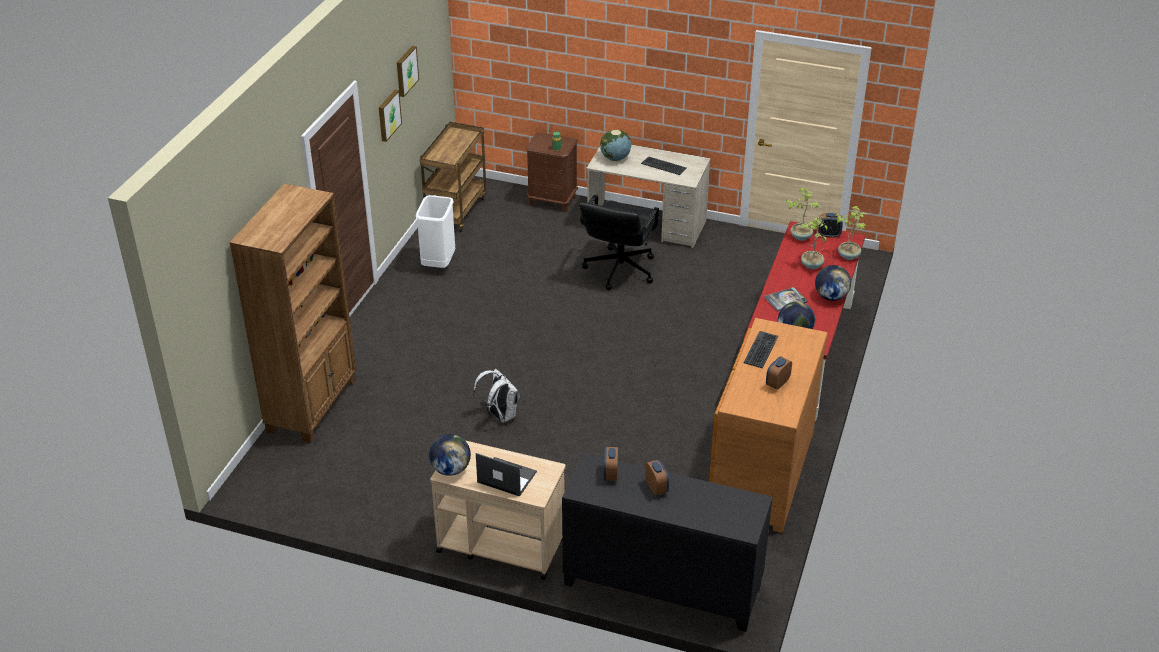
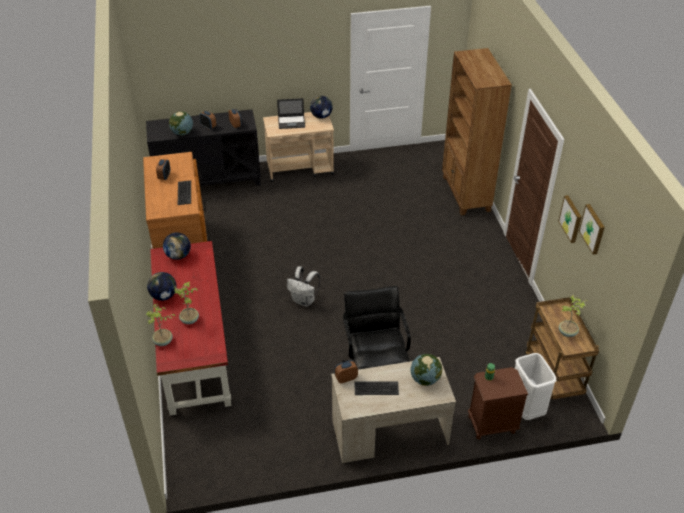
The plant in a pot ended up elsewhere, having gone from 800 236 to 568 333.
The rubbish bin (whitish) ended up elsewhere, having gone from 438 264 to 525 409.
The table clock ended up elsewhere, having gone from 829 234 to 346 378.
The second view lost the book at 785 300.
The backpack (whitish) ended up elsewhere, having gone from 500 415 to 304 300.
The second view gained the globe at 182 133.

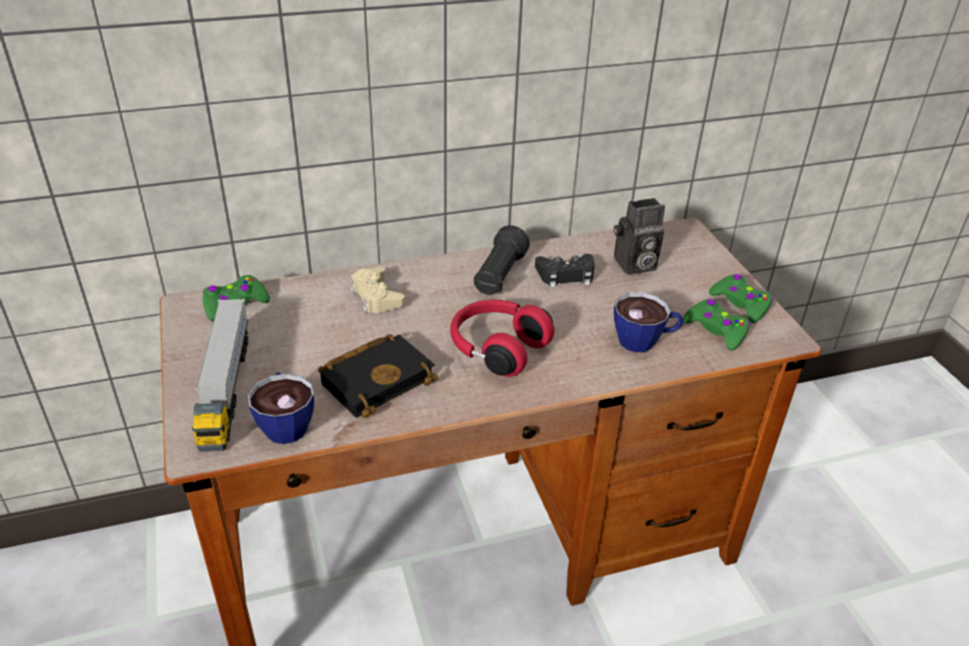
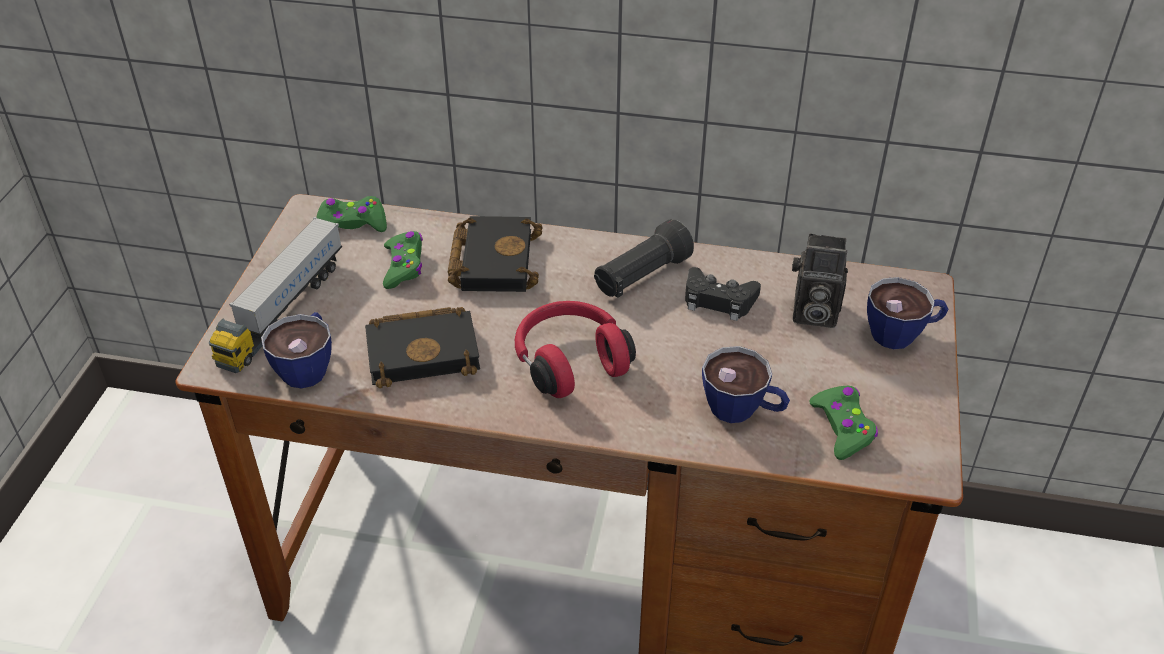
Where the joypad (beige-coloured) stood at 376 296, the book (black) came to stand at 492 259.
The joypad (green-coloured) ended up elsewhere, having gone from 740 304 to 404 266.
The second view gained the drinking cup at 902 334.

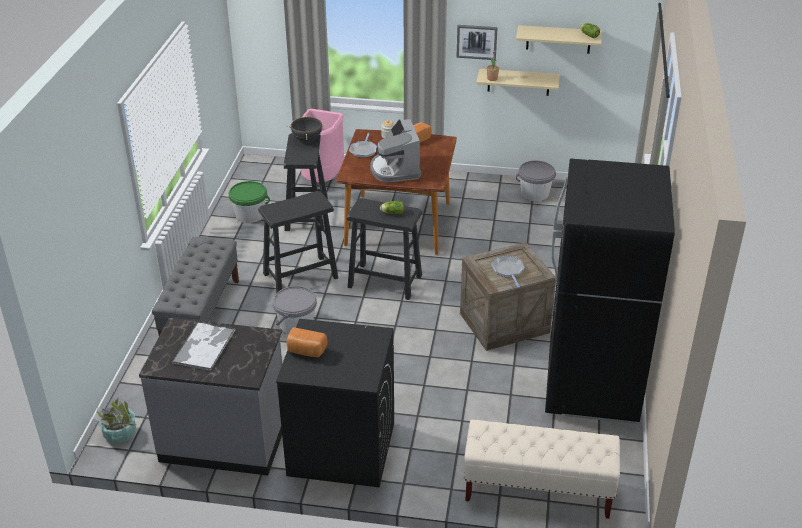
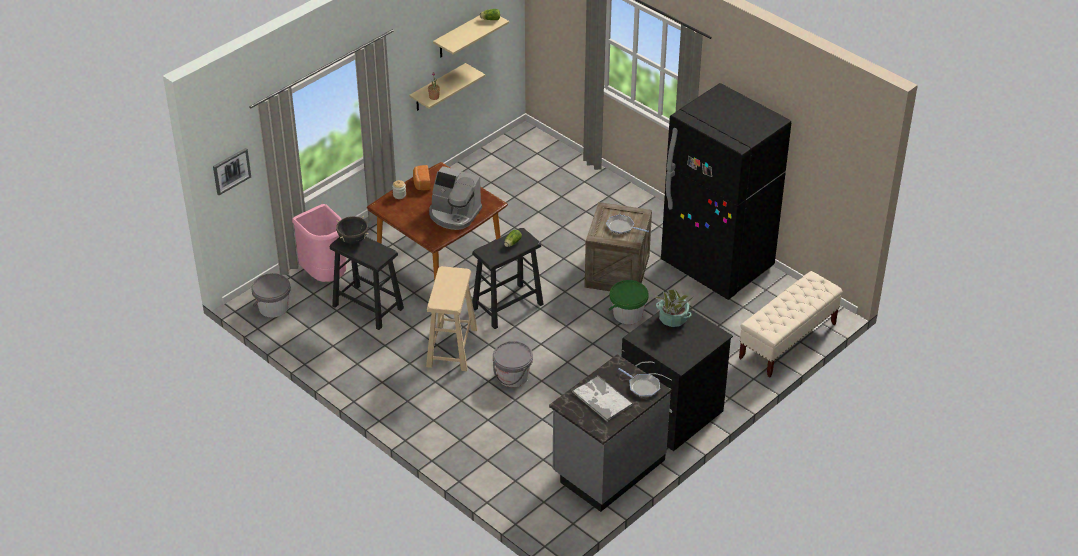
The wall art ended up elsewhere, having gone from 476 41 to 231 171.
The skillet ended up elsewhere, having gone from 363 150 to 642 386.
The pail (grey) ended up elsewhere, having gone from 535 194 to 273 307.
The pail (green-coloured) ended up elsewhere, having gone from 250 215 to 628 314.
What was the sitting stool (black) at 300 276 turned into the sitting stool (beige-coloured) at 451 348.
The second view lost the indoor bench (grey) at 201 314.
The second view lost the bakery bread at 306 351.
The plant in a pot ended up elsewhere, having gone from 120 433 to 672 319.

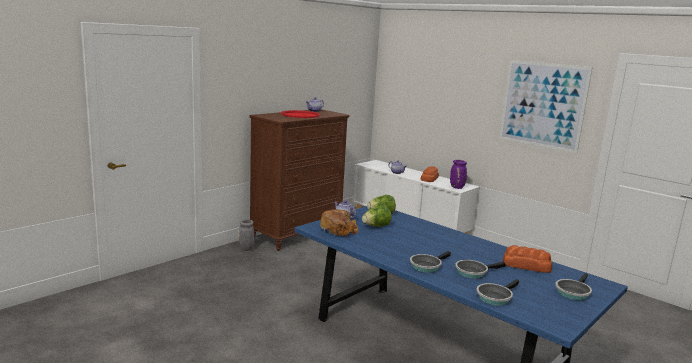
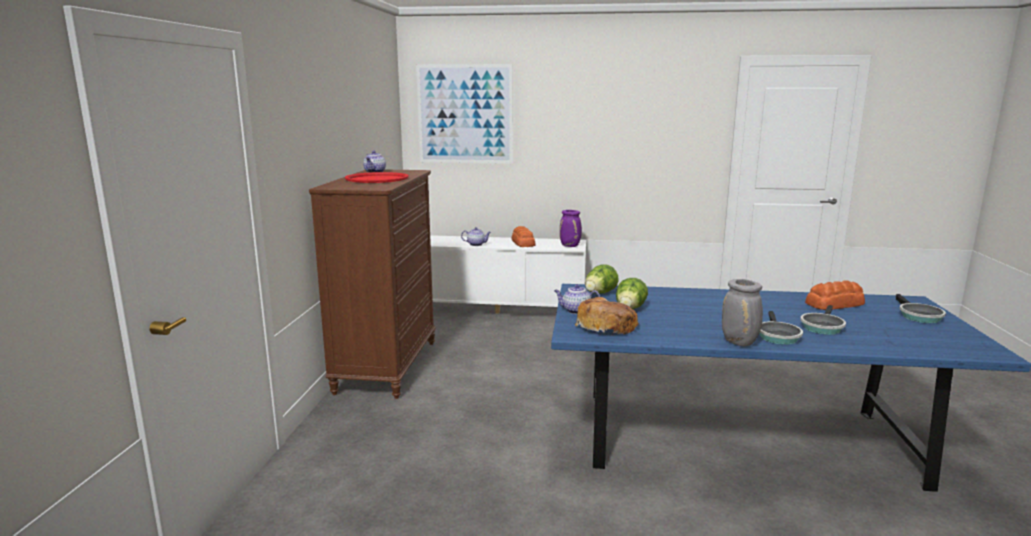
The wall art ended up elsewhere, having gone from 543 105 to 465 114.
The vase (grey) ended up elsewhere, having gone from 246 249 to 740 343.
The second view lost the skillet at 495 297.

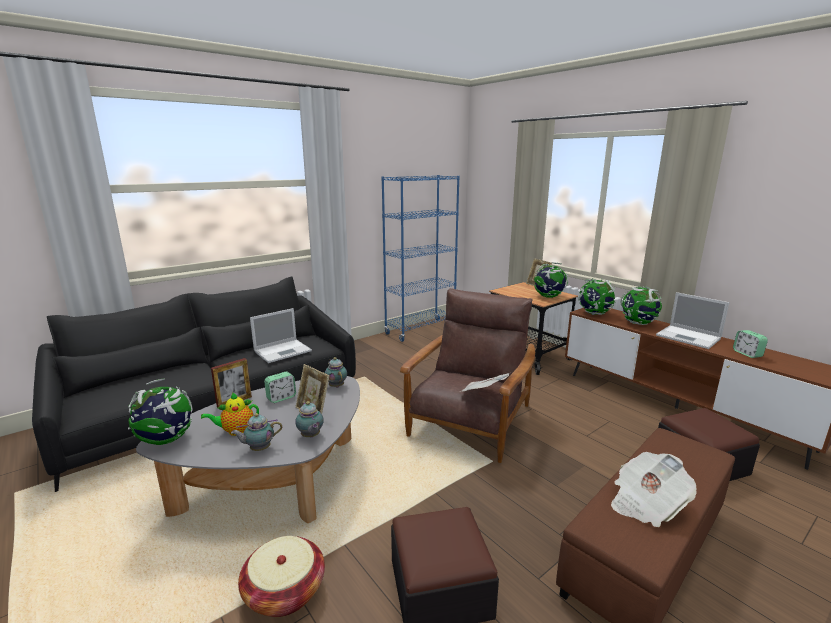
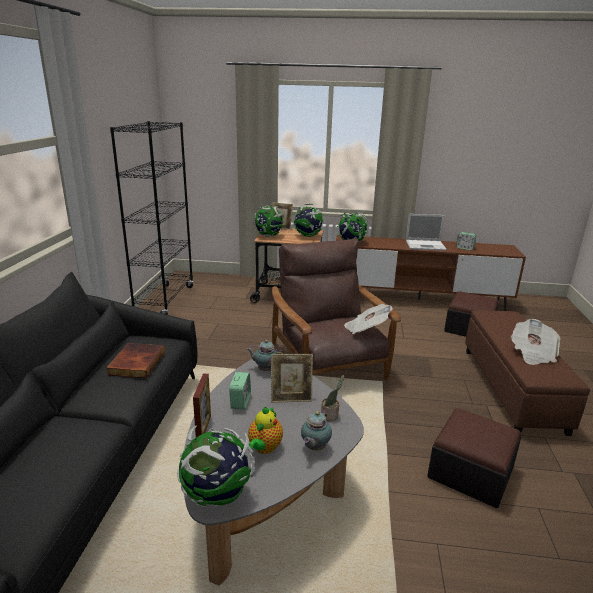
What was the bookshelf (blue) at 420 330 turned into the bookshelf (black) at 165 300.
The globe ended up elsewhere, having gone from 638 323 to 268 236.
Where the notebook computer stood at 283 351, the book came to stand at 136 363.
Where the tea pot stood at 310 436, the plant in a pot came to stand at 331 416.
The second view lost the basket at 284 591.

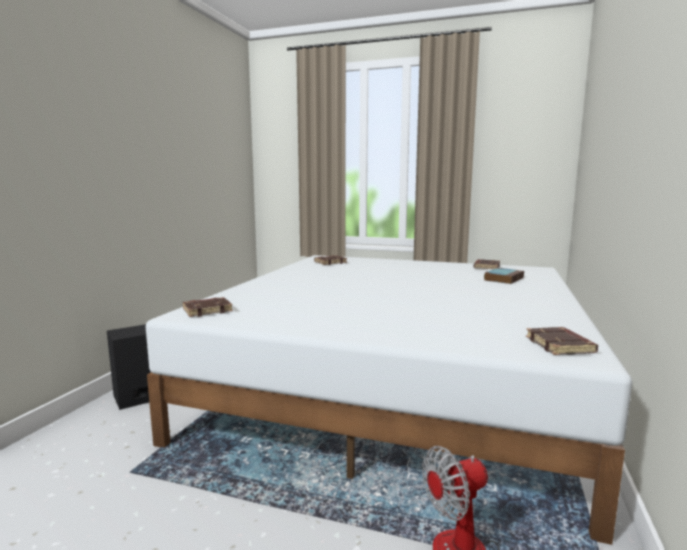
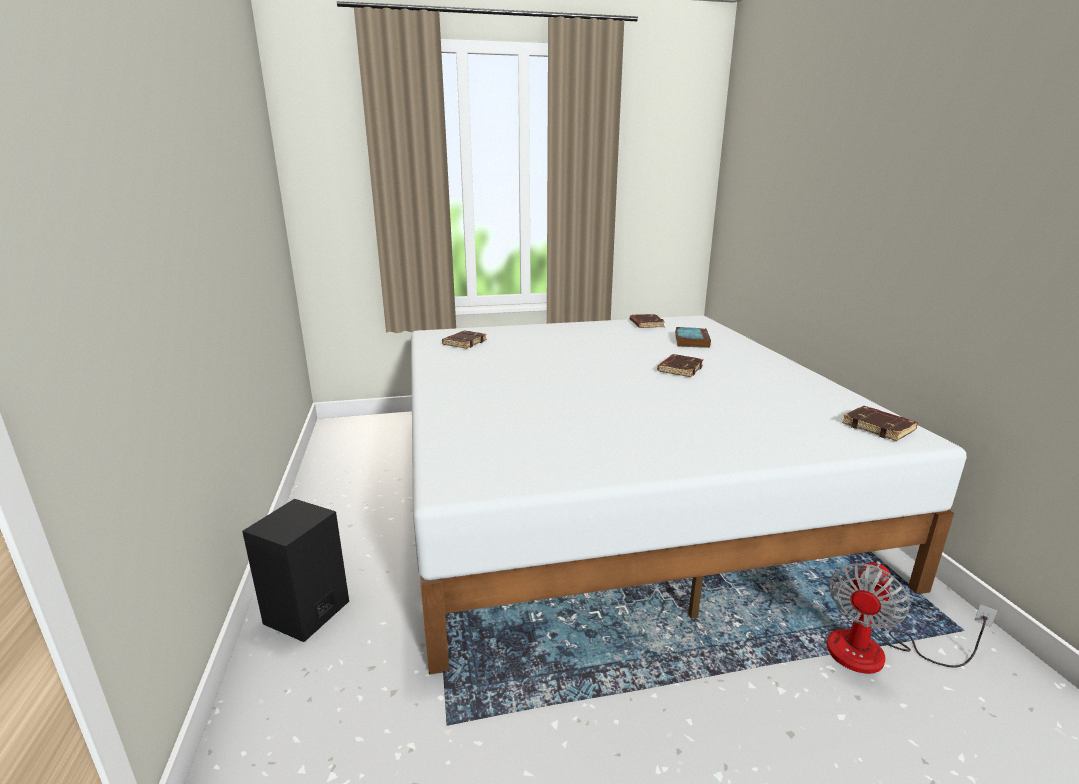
The book (brown) ended up elsewhere, having gone from 208 310 to 679 369.

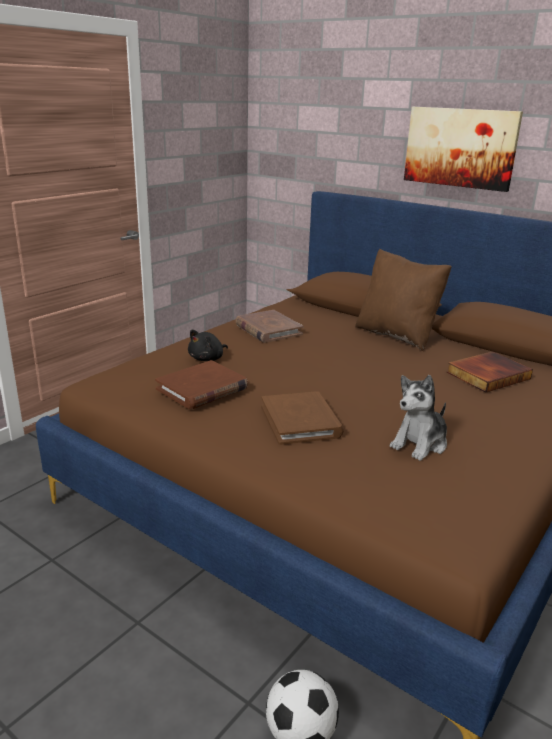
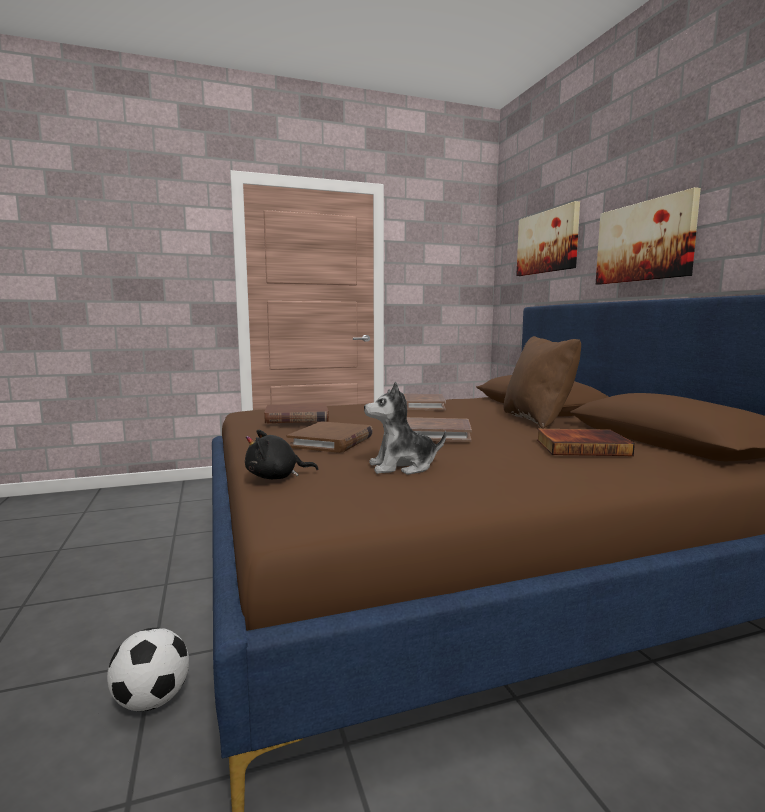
The plush toy (black) ended up elsewhere, having gone from 207 359 to 276 477.
The second view gained the wall art at 547 242.
The second view gained the book (brown) at 434 434.

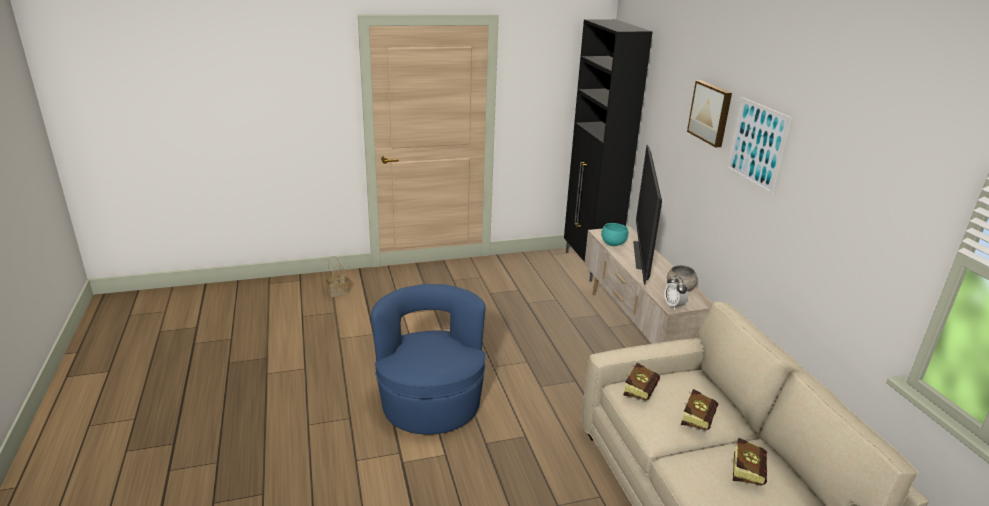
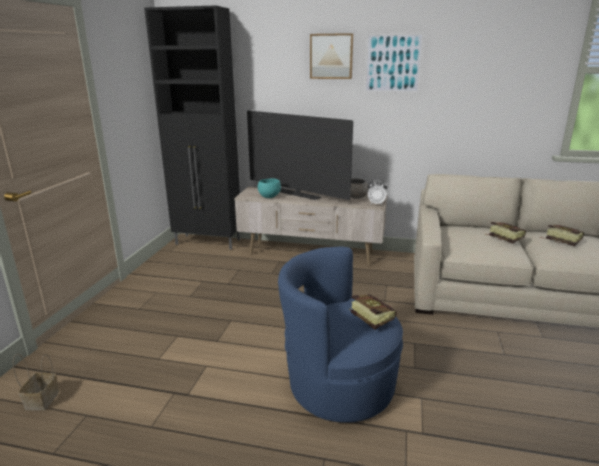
The book ended up elsewhere, having gone from 641 390 to 369 318.

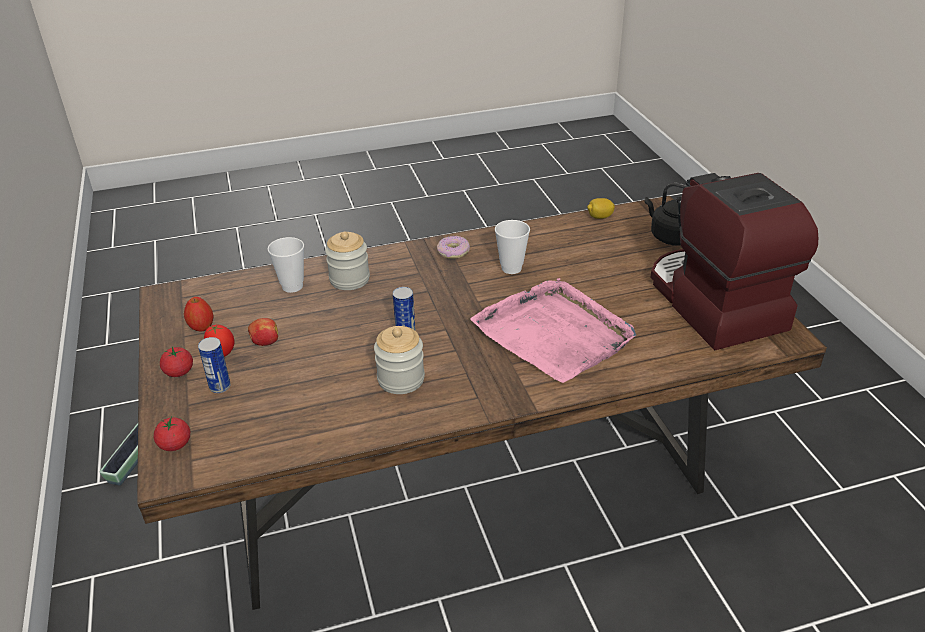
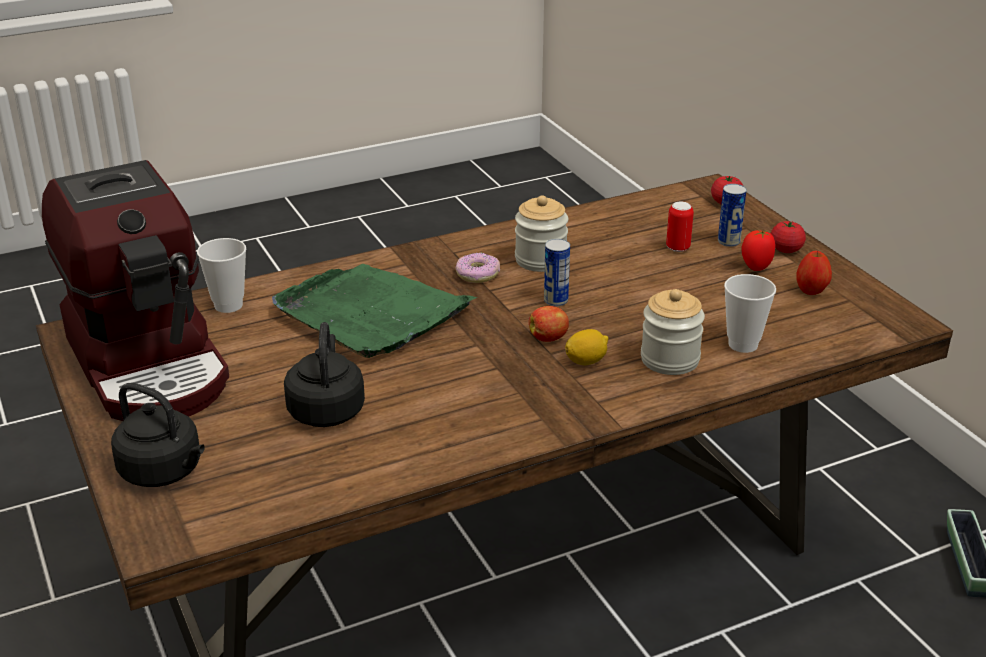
The lemon ended up elsewhere, having gone from 599 217 to 586 361.
The drinking cup ended up elsewhere, having gone from 511 268 to 228 305.
The doughnut ended up elsewhere, having gone from 453 252 to 477 274.
What was the tray (pinkish) at 554 333 turned into the tray (green-coloured) at 371 314.
The whole apple ended up elsewhere, having gone from 265 342 to 548 338.
The second view gained the can at 678 248.
The second view gained the kettle (black) at 326 409.

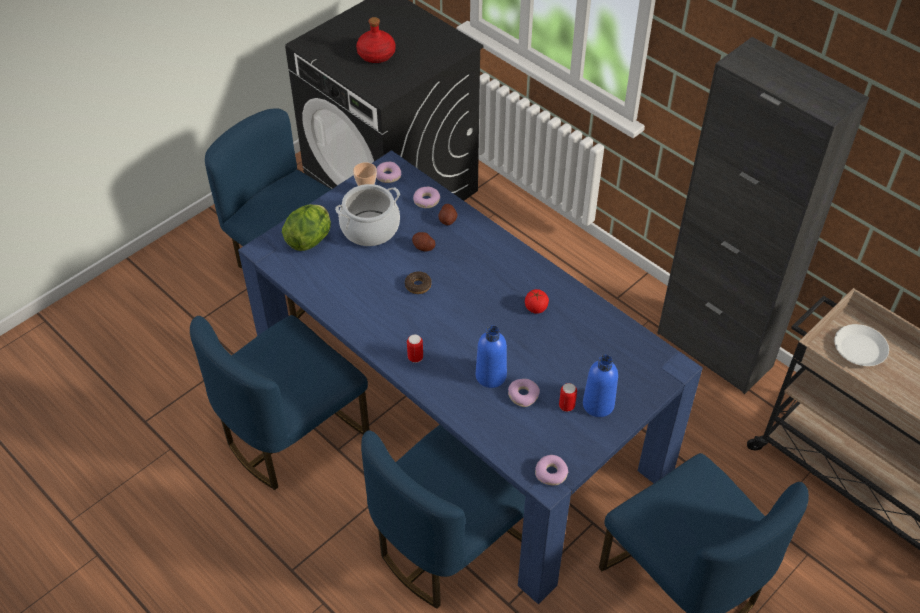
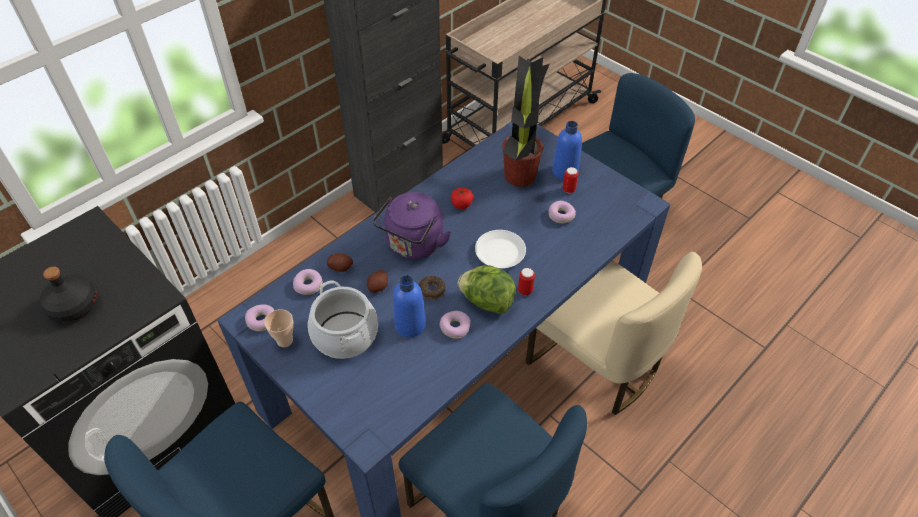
What was the drink bottle (red) at 376 54 turned into the drink bottle (black) at 73 306.
The lettuce head ended up elsewhere, having gone from 310 239 to 486 301.
The flat dish (whitish) ended up elsewhere, having gone from 860 349 to 500 252.
The drink bottle (blue) ended up elsewhere, having gone from 491 376 to 410 325.
What was the plain chair (blue) at 449 544 turned into the plain chair (beige-coloured) at 595 363.
The doughnut ended up elsewhere, having gone from 551 473 to 455 327.
The second view gained the plant in a pot at 520 174.
The second view gained the kettle (purple-coloured) at 413 245.

